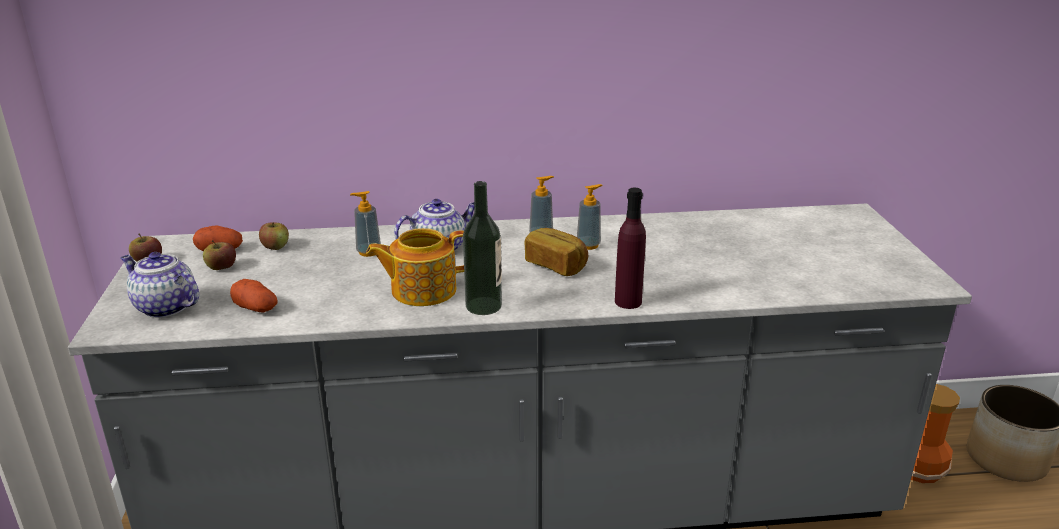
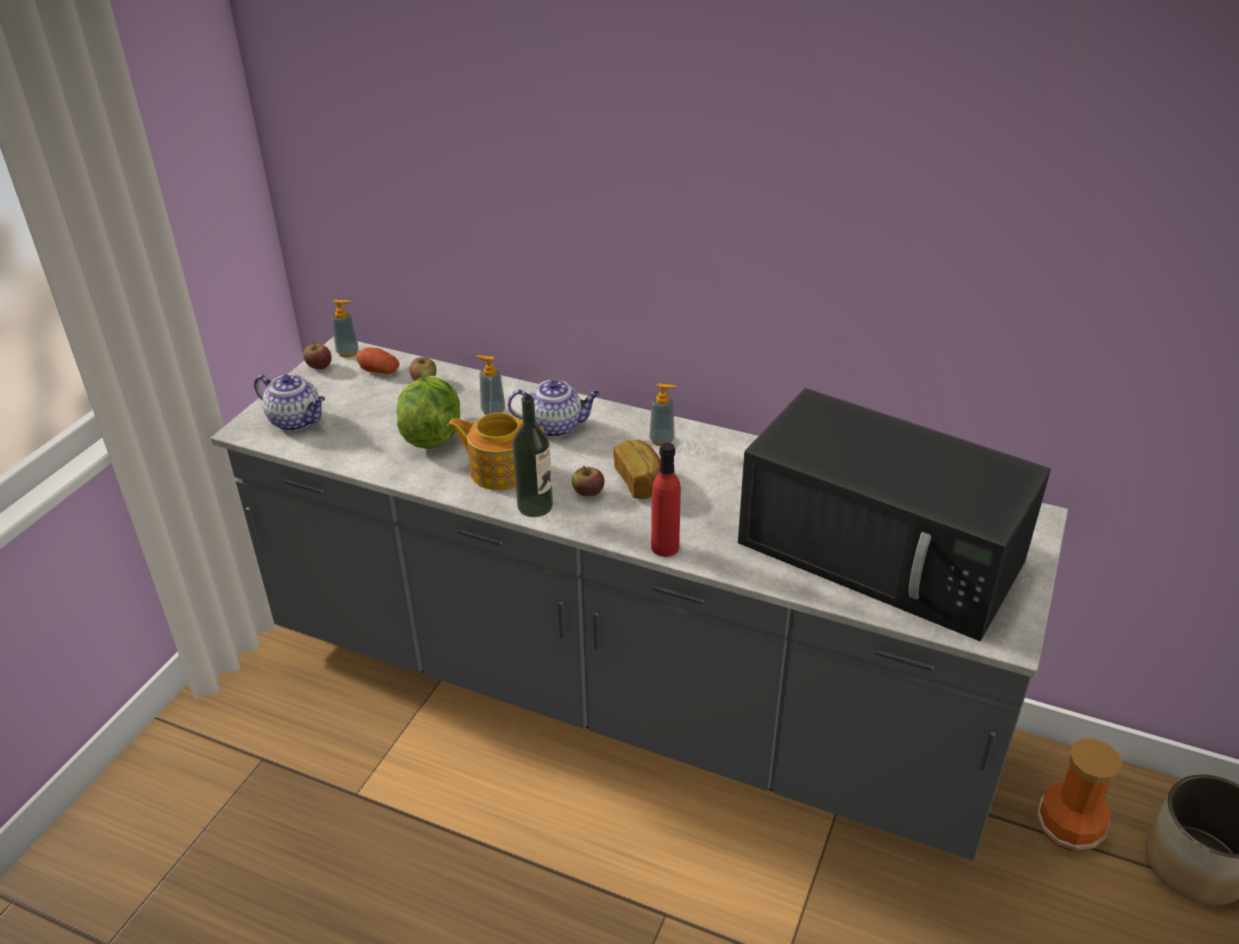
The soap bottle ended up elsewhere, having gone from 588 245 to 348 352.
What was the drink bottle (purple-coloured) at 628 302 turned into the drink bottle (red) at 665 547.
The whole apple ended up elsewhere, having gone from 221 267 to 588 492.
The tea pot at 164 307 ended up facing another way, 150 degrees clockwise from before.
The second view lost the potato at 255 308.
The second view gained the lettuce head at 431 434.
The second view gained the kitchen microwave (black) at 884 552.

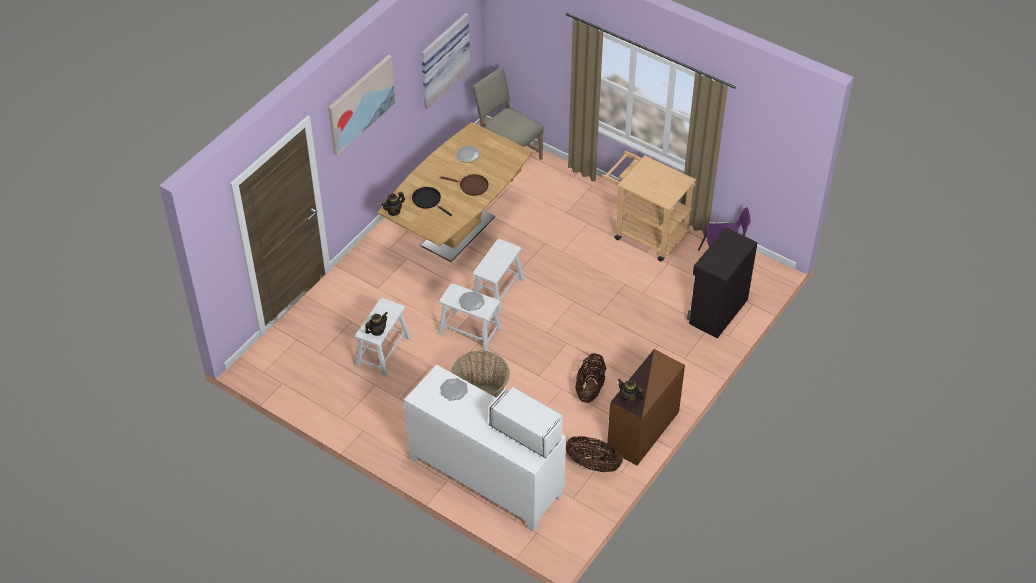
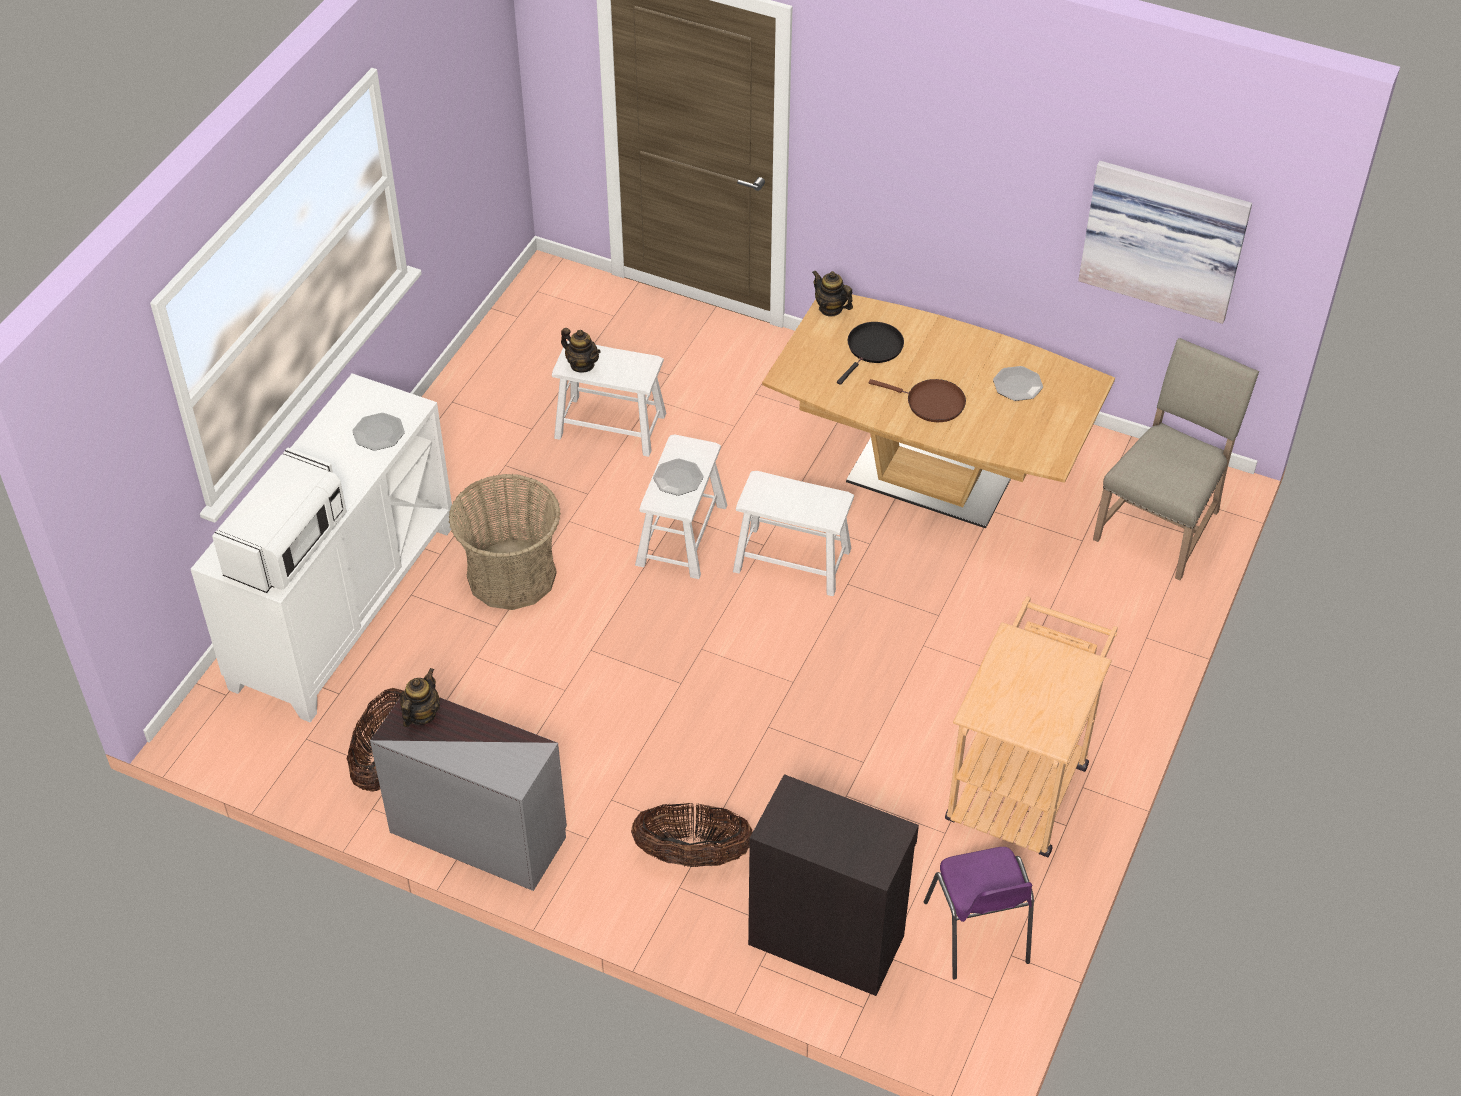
The second view lost the wall art at 360 104.
The skillet (brown) at 472 186 ended up facing another way, 75 degrees counterclockwise from before.
What was the dresser (brown) at 642 430 turned into the dresser (grey) at 478 832.
The basket ended up elsewhere, having gone from 590 389 to 692 855.

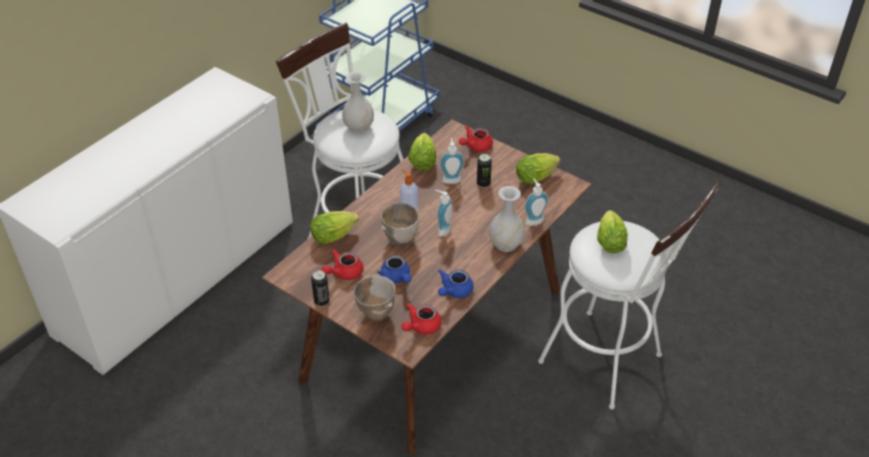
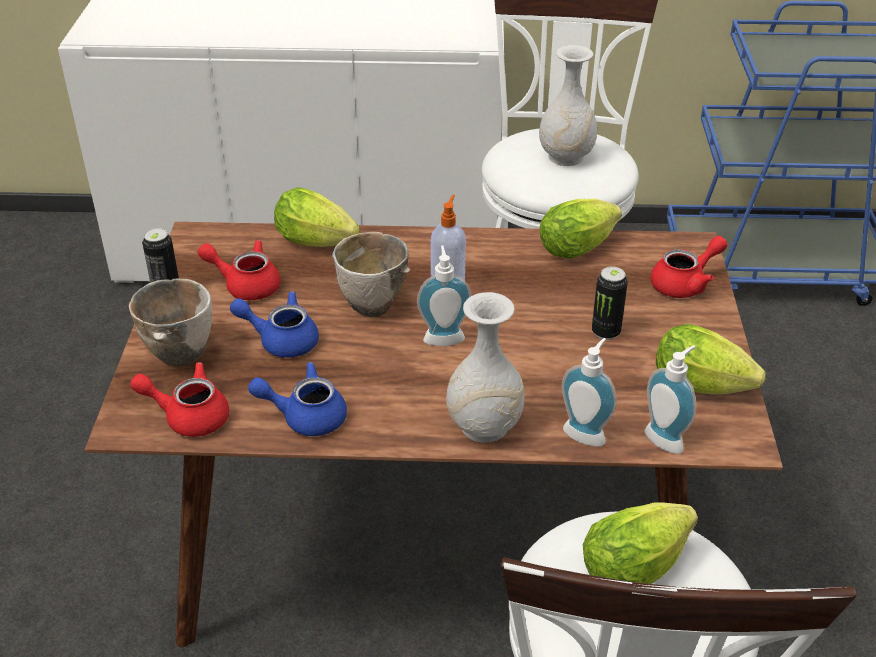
The tea pot (red) at 475 146 ended up facing another way, 135 degrees clockwise from before.
The soap bottle ended up elsewhere, having gone from 451 179 to 667 438.
The tea pot (blue) at 397 278 ended up facing another way, 75 degrees clockwise from before.

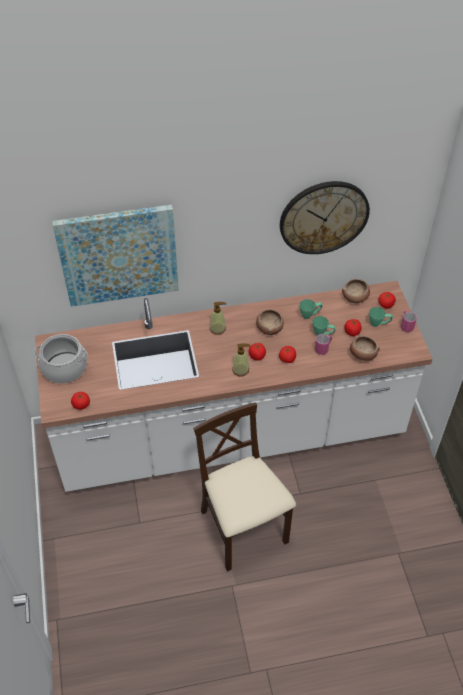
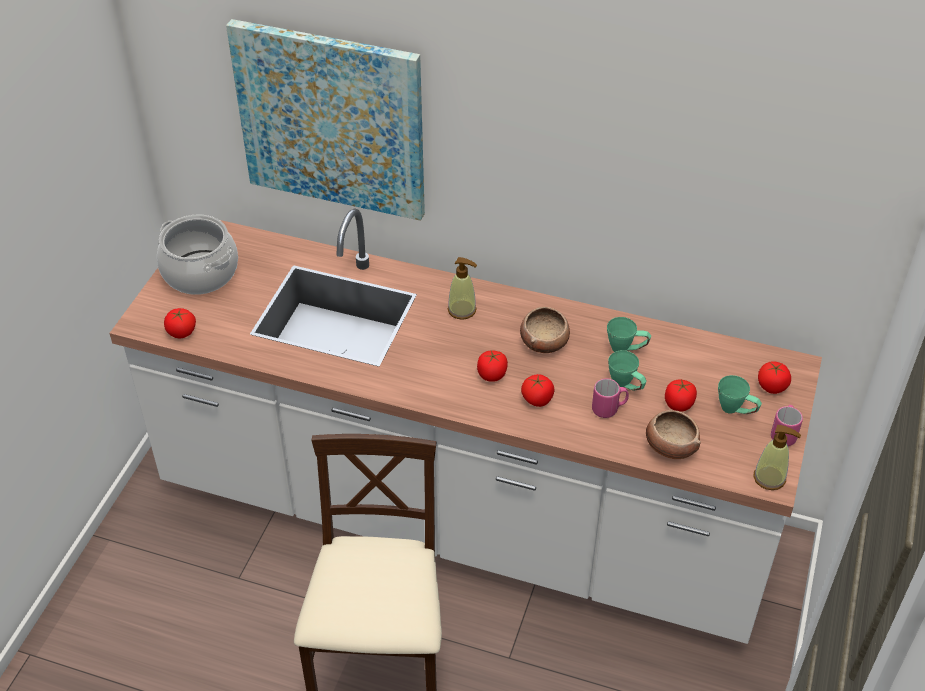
The second view lost the clock on the wall at 324 217.
The second view lost the bowl at 355 297.
The soap bottle ended up elsewhere, having gone from 240 370 to 769 478.

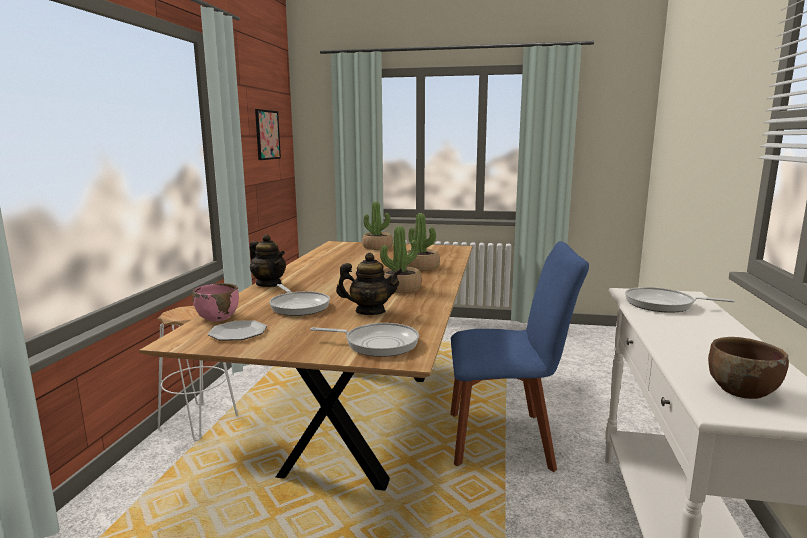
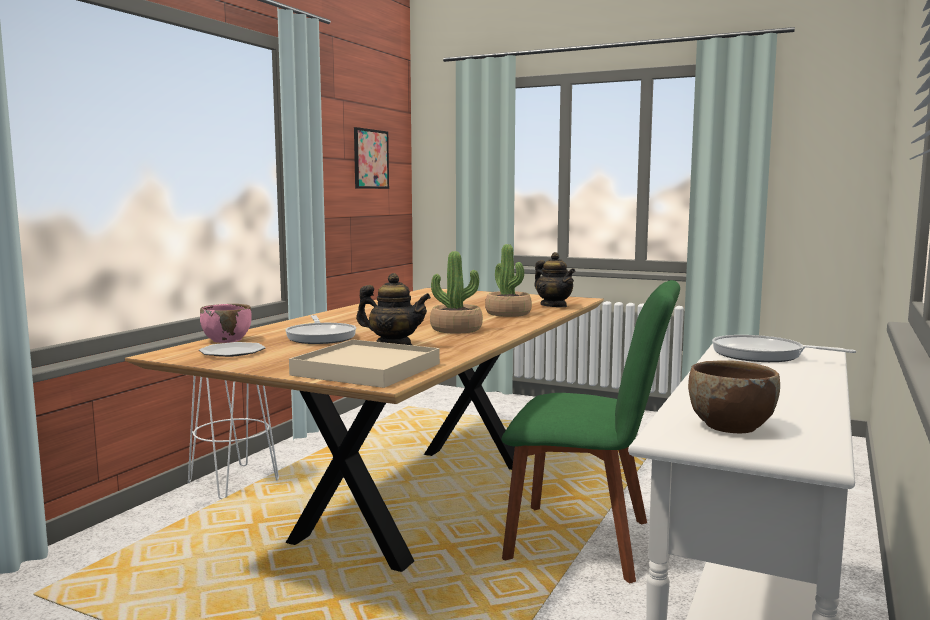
The second view lost the plant in a pot at 377 247.
The tea pot ended up elsewhere, having gone from 269 284 to 554 306.
What was the plain chair (blue) at 506 439 turned into the plain chair (green-coloured) at 587 542.
Where the skillet stood at 377 344, the tray (beige-coloured) came to stand at 366 369.

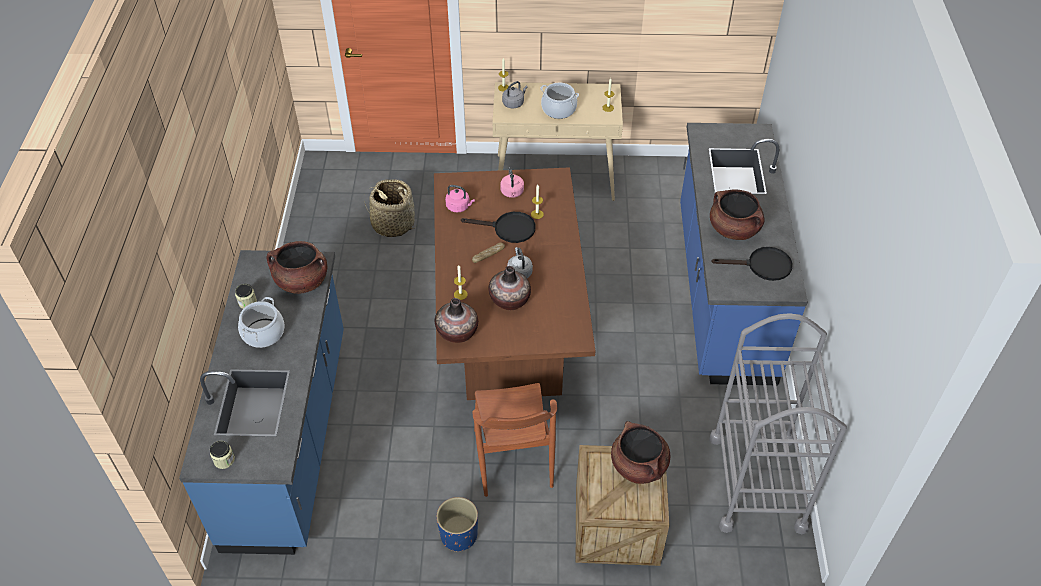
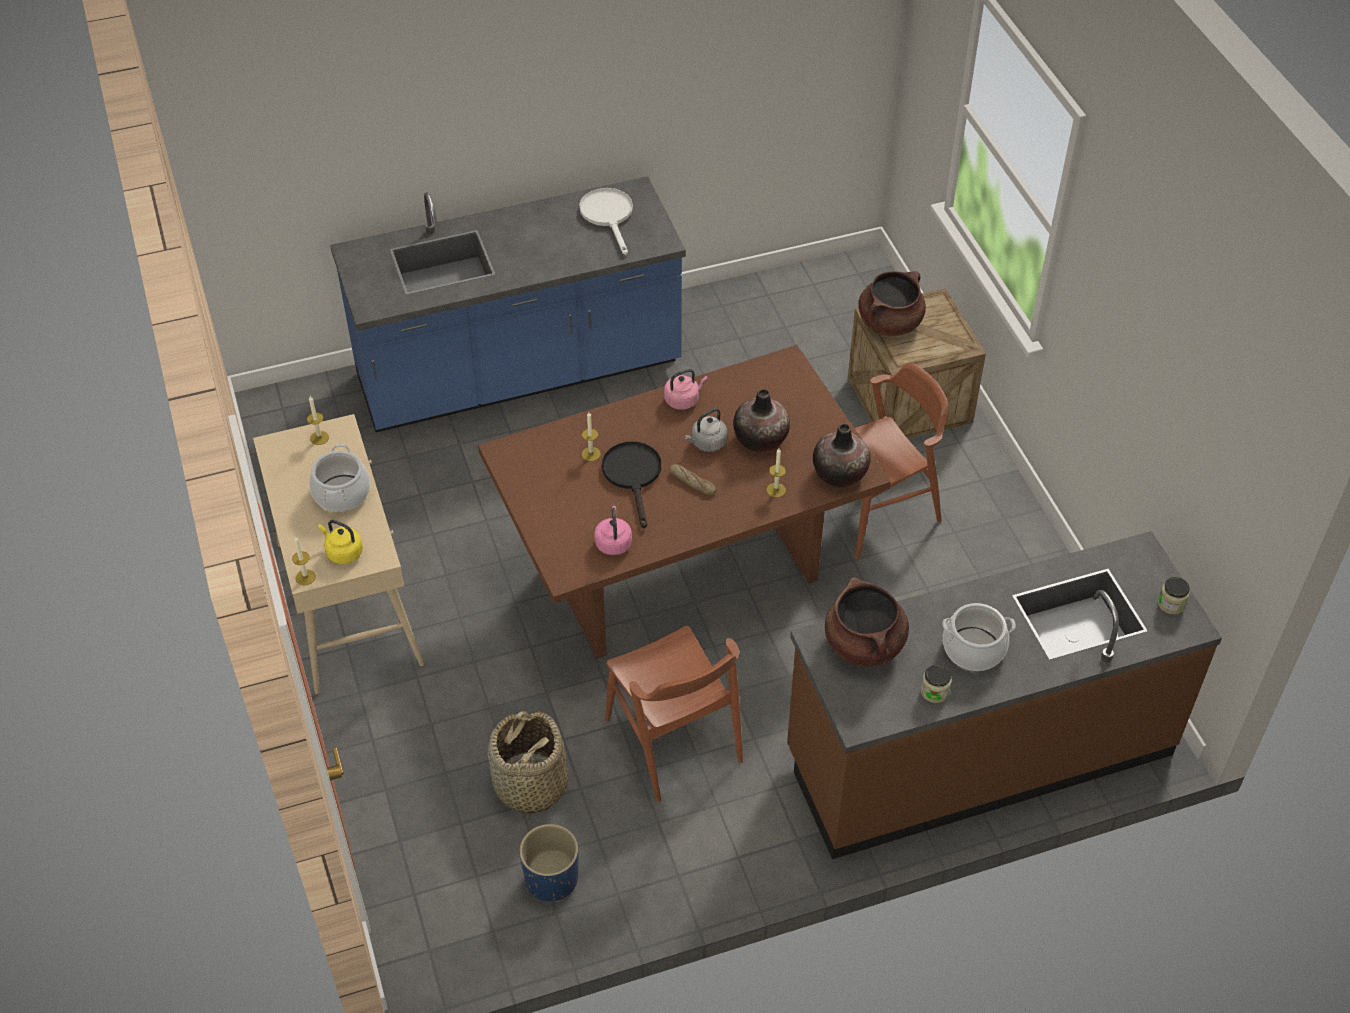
What was the kettle (grey) at 514 103 turned into the kettle (yellow-coloured) at 343 552.
The kettle (pinkish) ended up elsewhere, having gone from 512 193 to 683 400.
The second view lost the saucepot (brown) at 734 229.
What was the skillet (black) at 762 266 turned into the skillet (whitish) at 609 216.
What was the kitchen base unit (blue) at 289 437 turned into the kitchen base unit (brown) at 978 752.
The second view lost the wheeled cart (grey) at 757 482.
The flower pot (blue) ended up elsewhere, having gone from 459 535 to 552 879.
The second view gained the plain chair (brown) at 673 740.

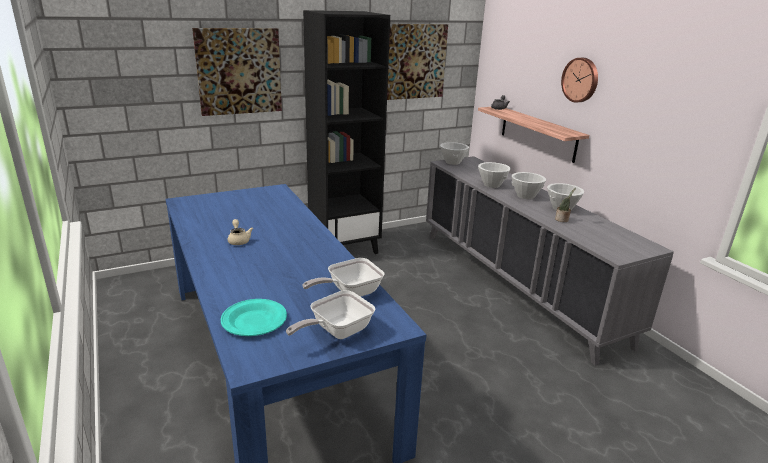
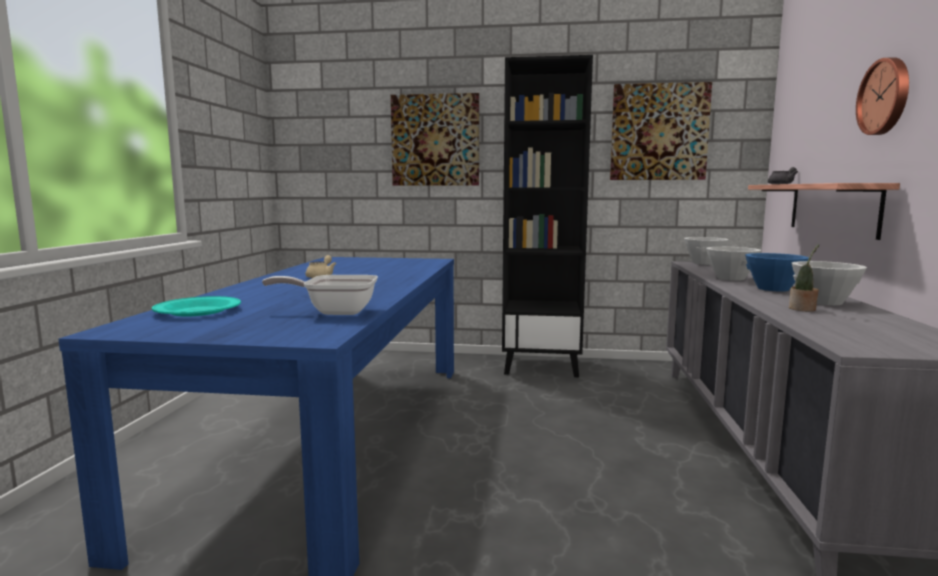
What was the bowl (whitish) at 525 196 turned into the bowl (blue) at 773 289.
The second view lost the skillet at 336 331.

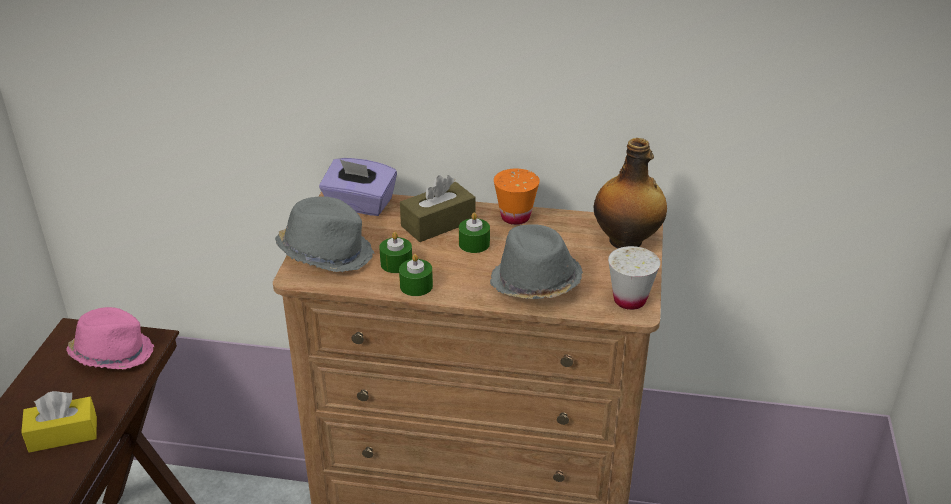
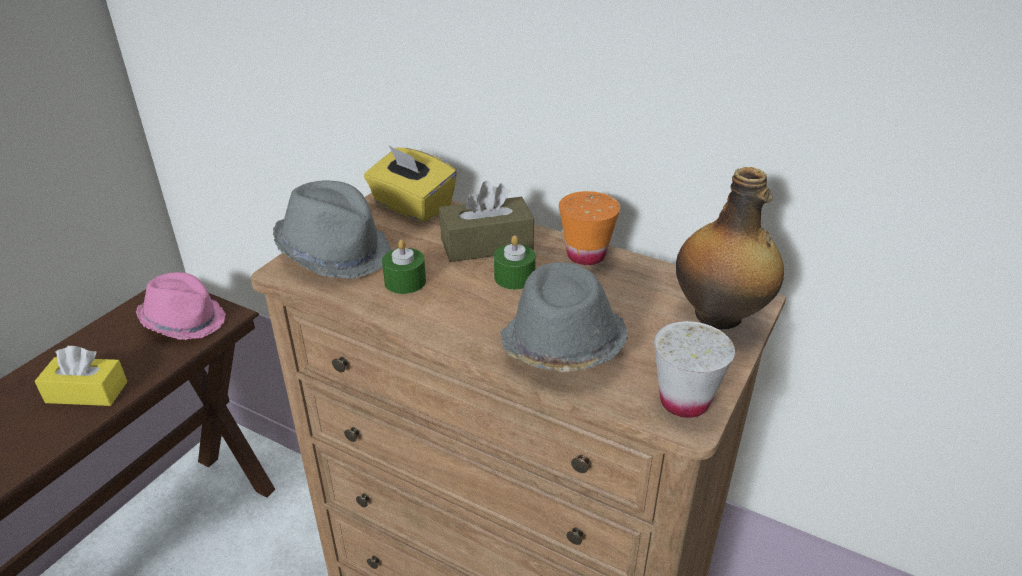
What was the box of tissues (purple-coloured) at 359 205 turned into the box of tissues (yellow-coloured) at 412 206.
The second view lost the wax candle (green-coloured) at 416 286.

